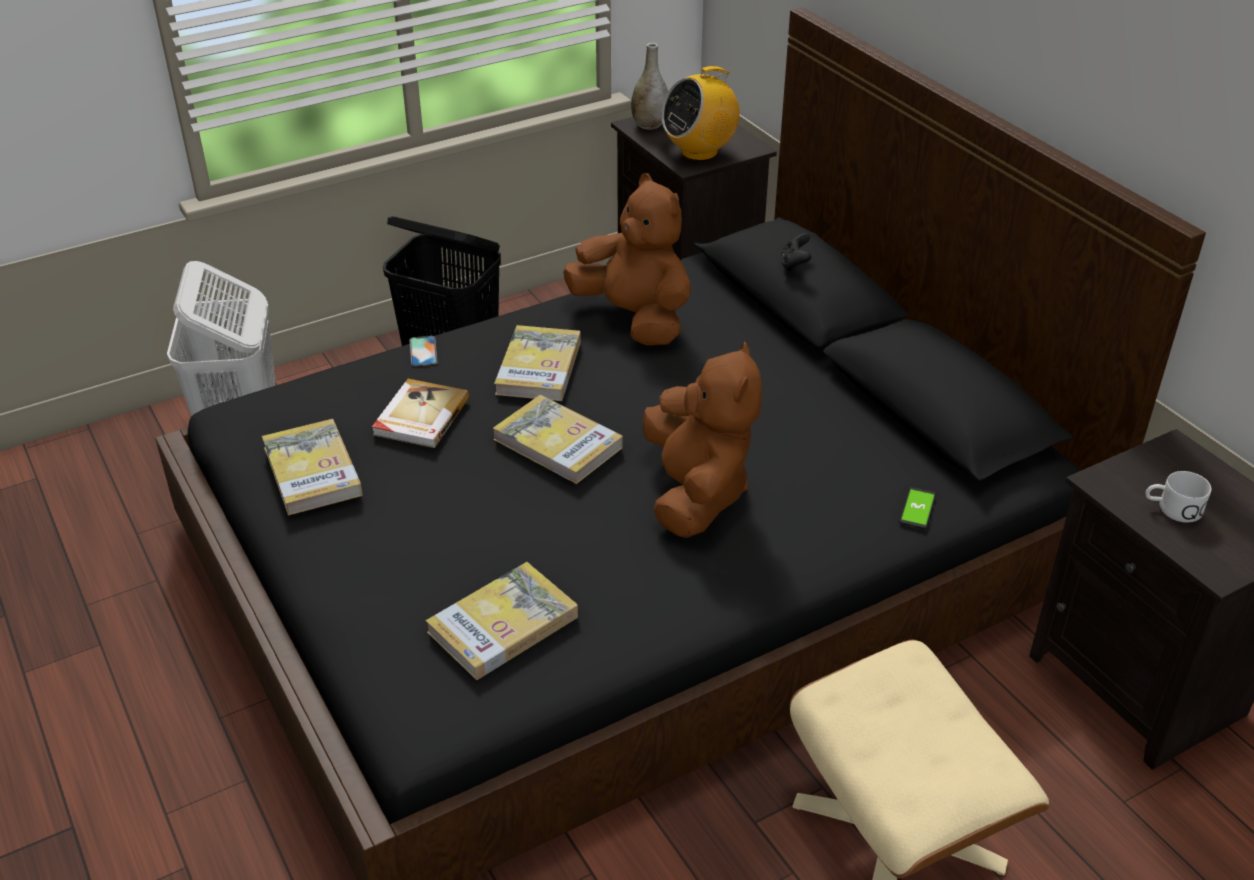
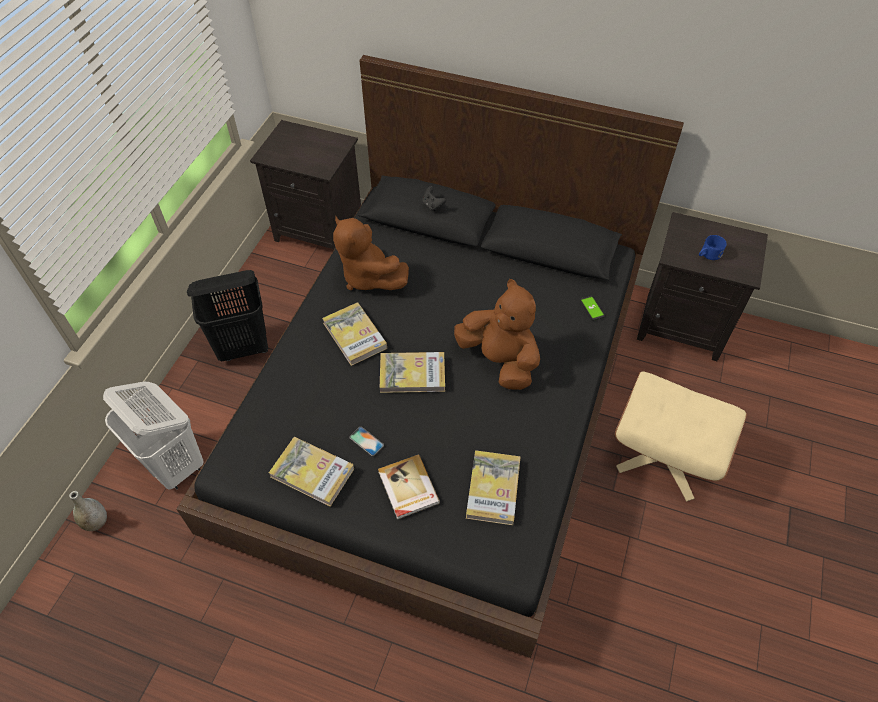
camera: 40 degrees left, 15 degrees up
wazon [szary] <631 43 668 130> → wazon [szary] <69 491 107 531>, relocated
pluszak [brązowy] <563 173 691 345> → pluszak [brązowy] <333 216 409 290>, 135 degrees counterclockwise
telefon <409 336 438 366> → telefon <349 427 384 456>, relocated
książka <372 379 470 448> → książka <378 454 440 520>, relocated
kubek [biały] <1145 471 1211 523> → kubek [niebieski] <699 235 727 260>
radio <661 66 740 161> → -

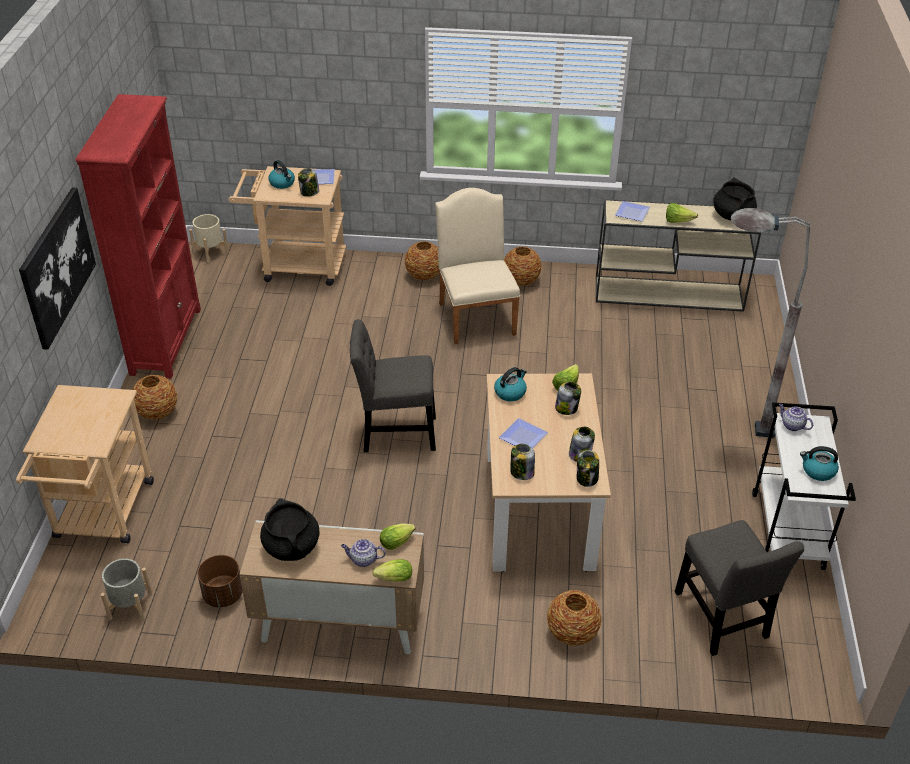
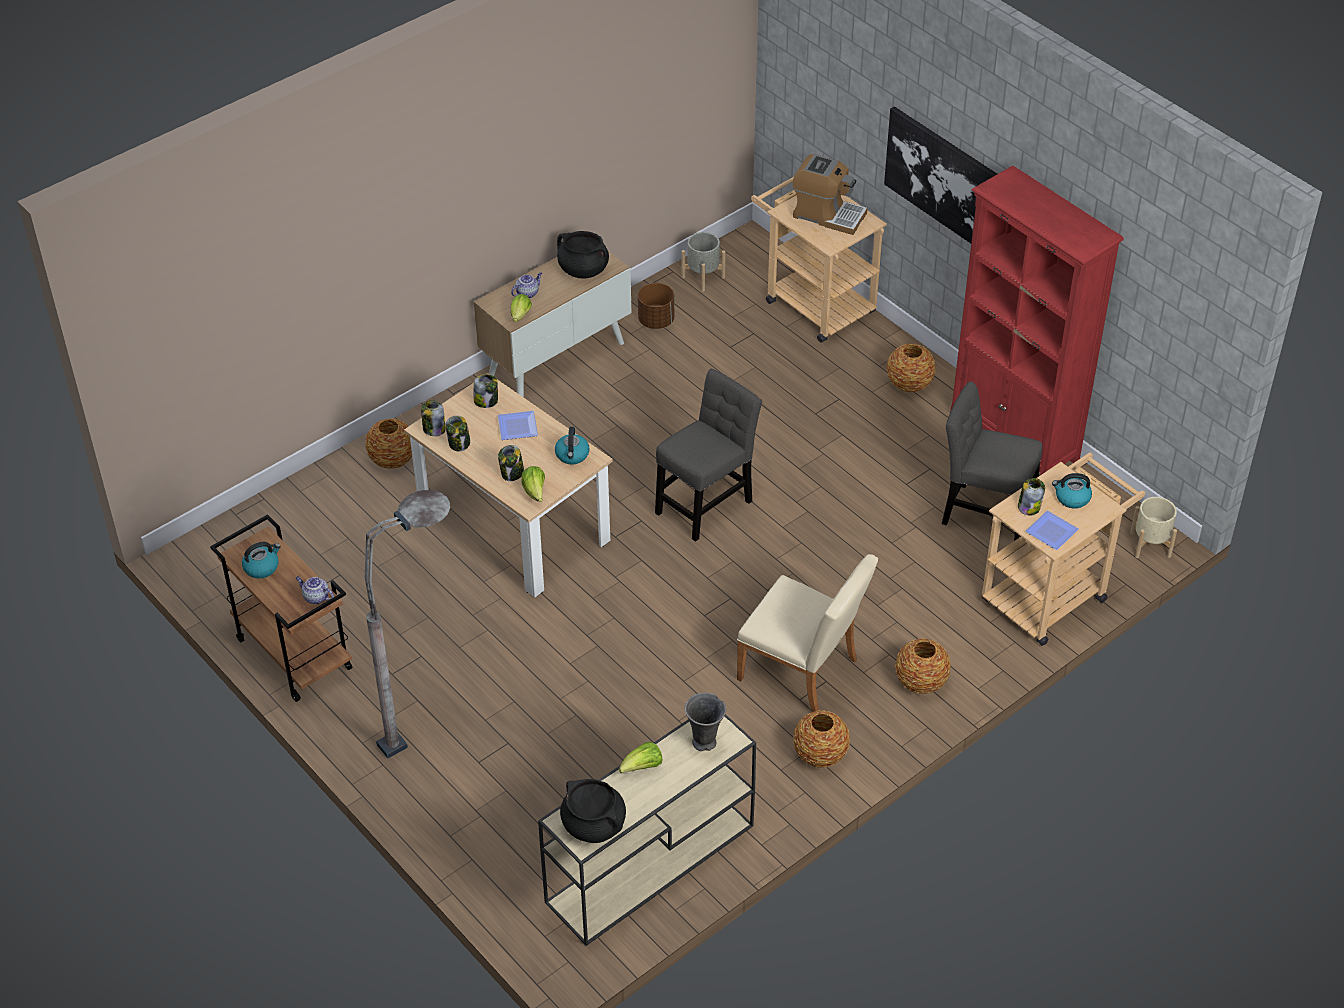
camera: 135 degrees right, 5 degrees up
wózek [biały] <752 402 856 570> → wózek [brązowy] <210 514 352 702>
imbryk <779 403 813 431> → imbryk <296 576 334 604>, 150 degrees counterclockwise
talerz <615 201 650 221> → wazon [szary] <685 693 726 751>
- → ekspres do kawy <793 154 868 235>
krzesło [szary] <675 520 804 656> → krzesło [szary] <942 382 1043 541>, relocated
sałata <373 559 412 582> → -

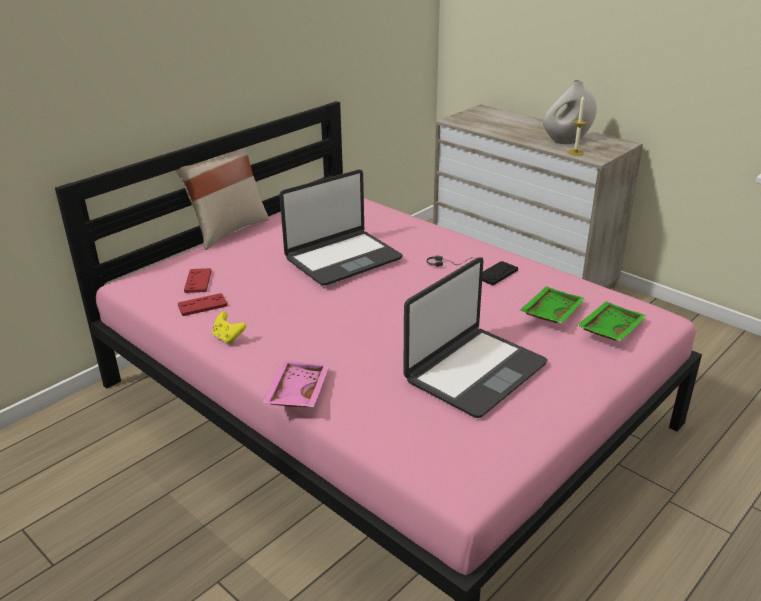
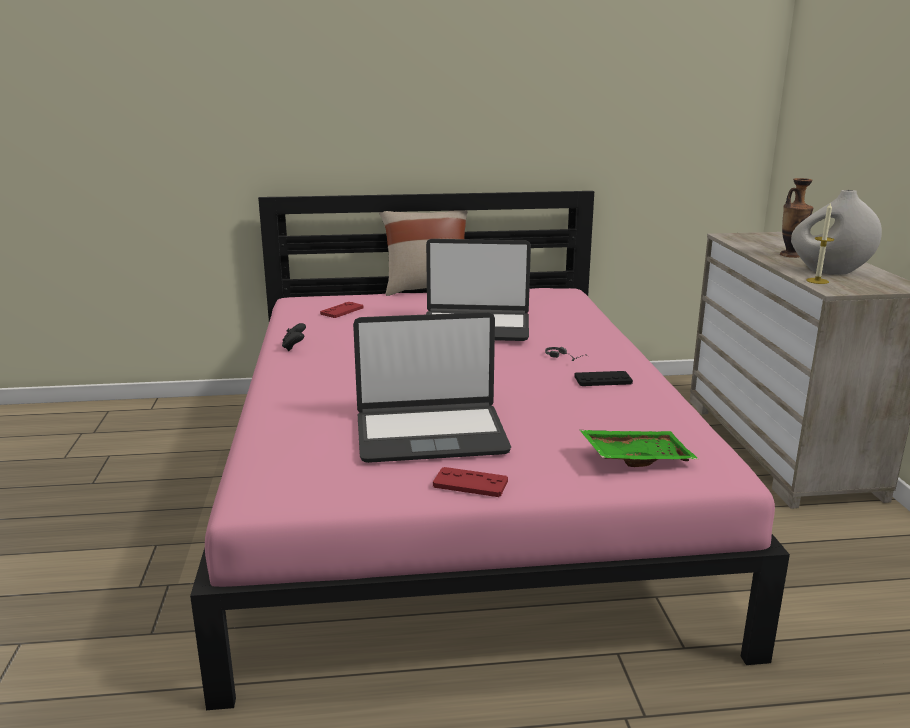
camera: 40 degrees right, 10 degrees down
pad do gier [żółty] <212 312 246 344> → pad do gier [czarny] <282 323 306 351>
pad do gier [czerwony] <178 293 228 316> → pad do gier [czerwony] <433 467 508 497>, relocated
- → wazon <780 178 814 258>
taca [różowy] <262 360 330 407> → -
taca [zielony] <520 286 586 323> → -

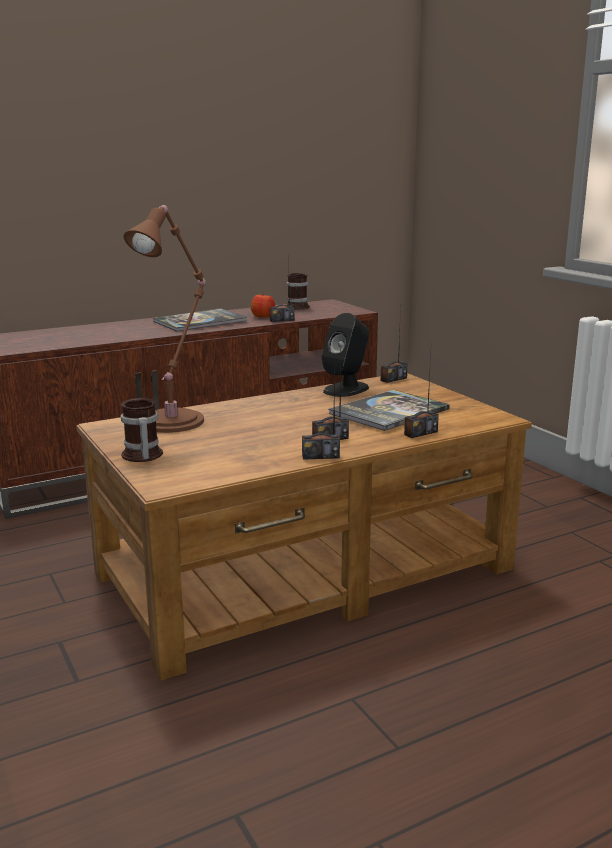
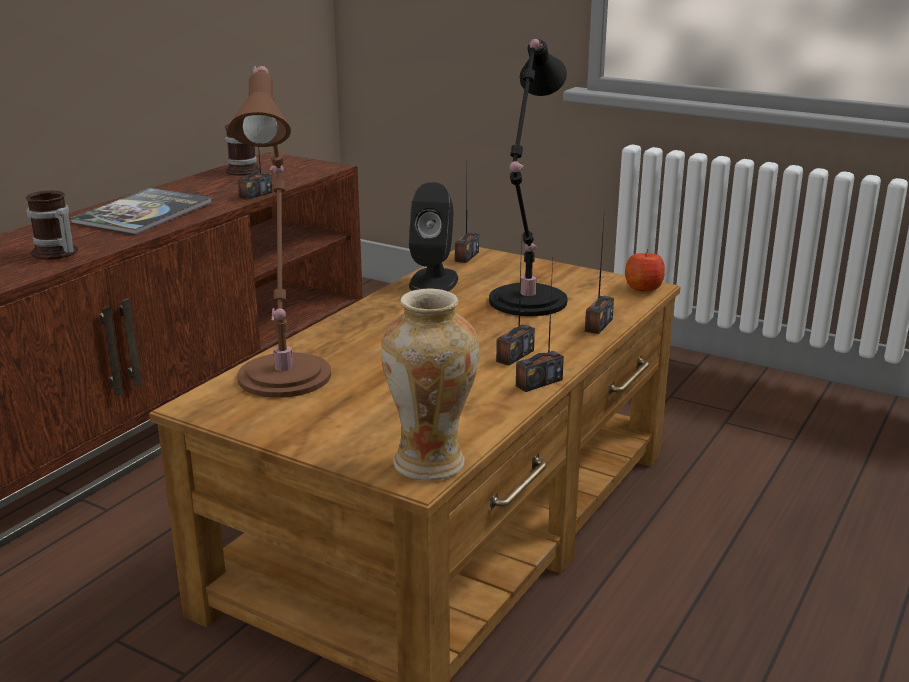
camera: 30 degrees left, 5 degrees up
kubek <121 398 163 462> → kubek <26 190 78 260>, relocated
- → wazon <381 288 479 480>
książka <329 390 450 431> → lampa stołowa [czarny] <489 39 568 316>
jabłko <251 292 275 317> → jabłko <625 249 665 292>, relocated

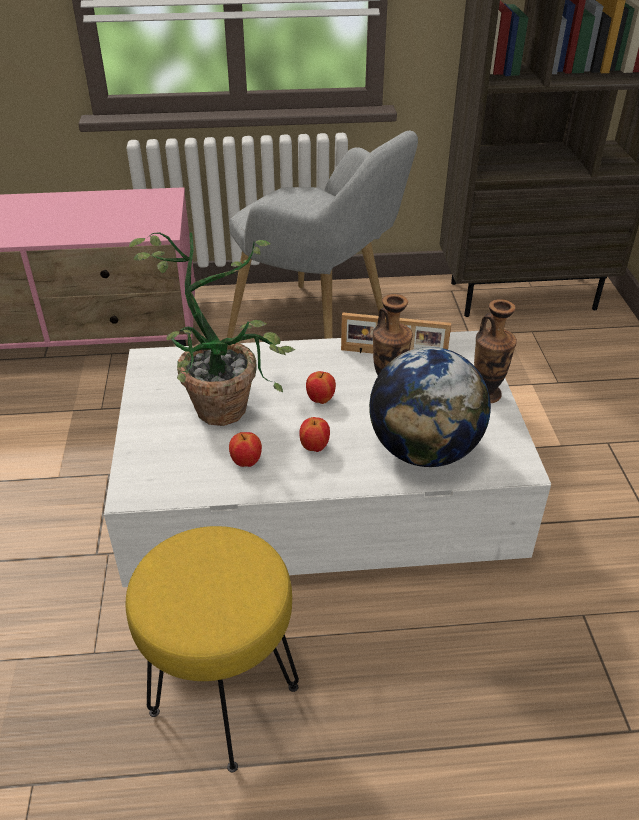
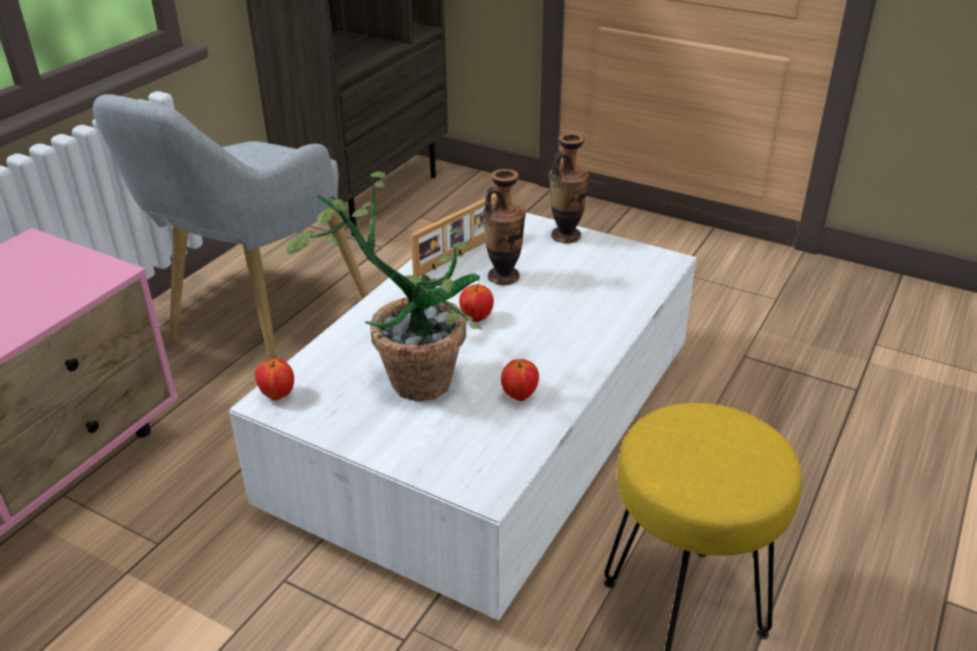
camera: 55 degrees left, 5 degrees down
fotel [szary] <227 131 418 339> → fotel [szary] <93 94 368 360>, 135 degrees clockwise
jabłko <299 417 330 452> → jabłko <255 359 294 400>, relocated
globus <369 347 491 467> → -

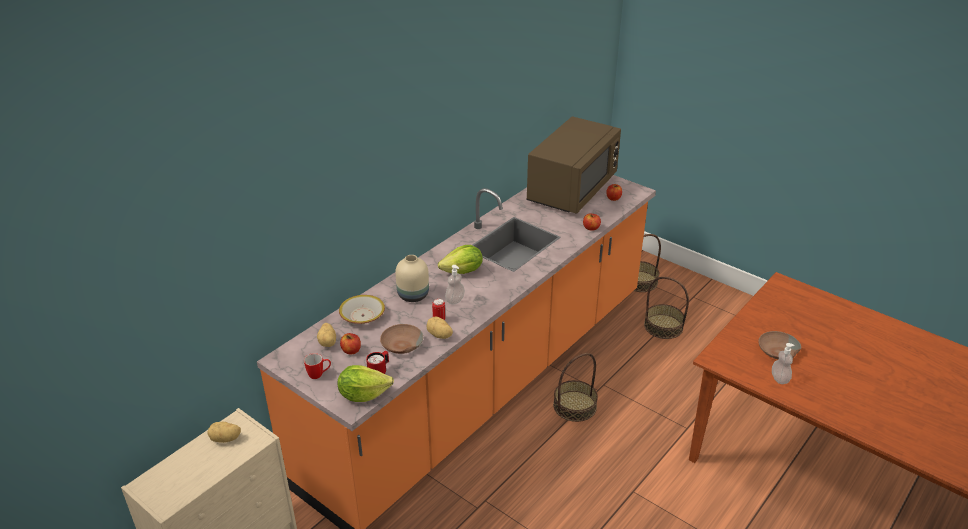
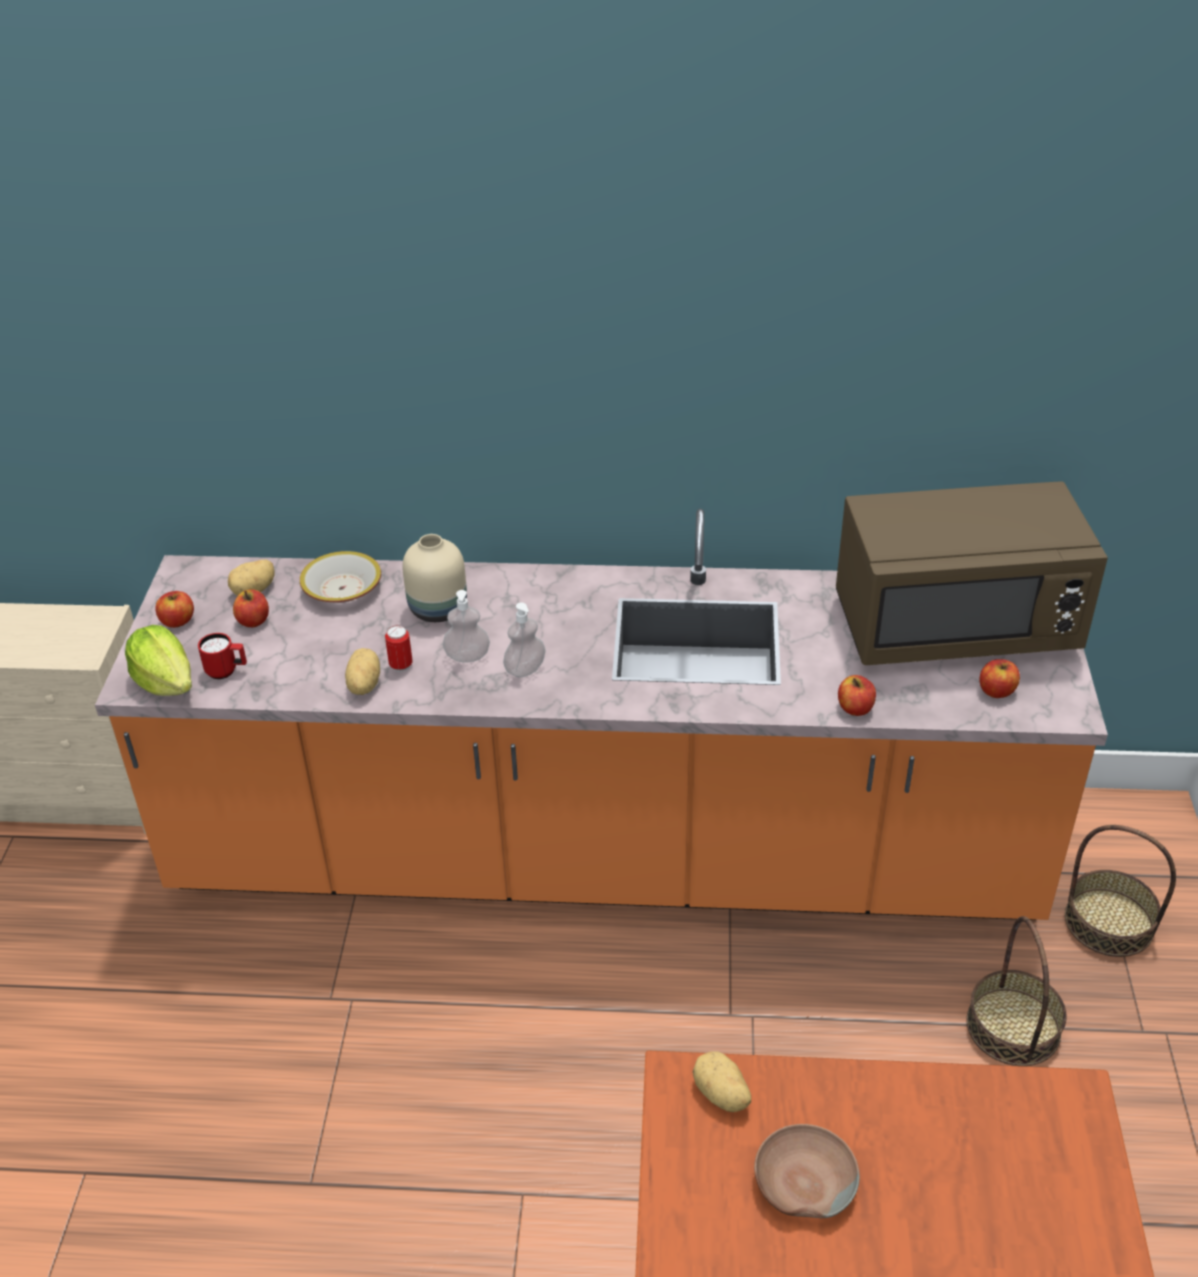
camera: 55 degrees right, 5 degrees up
kubek <304 353 331 379> → jabłko <155 591 194 628>
dozownik mydła <772 343 795 384> → dozownik mydła <503 602 545 677>, relocated
ziemniak <208 422 241 443> → ziemniak <693 1051 751 1112>, relocated
miska [brązowy] <380 324 423 354> → -
sałata <438 245 483 274> → -
koszyk <553 353 598 422> → -

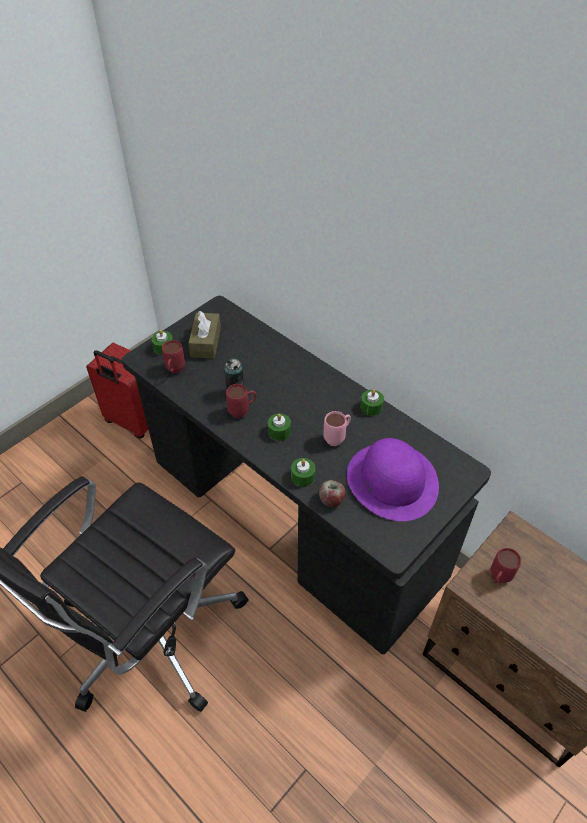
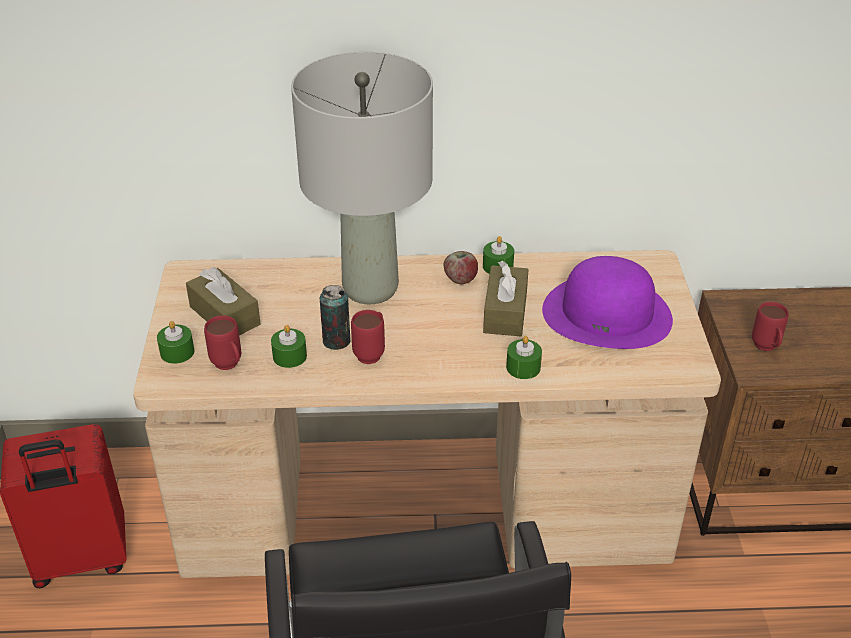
camera: 45 degrees left, 10 degrees down
biurko [czarny] <122 296 491 654> → biurko [beżowy] <133 250 721 578>
świeca [zielony] <268 414 291 441> → świeca [zielony] <271 325 307 368>, relocated
- → lampa stołowa [szary] <291 52 433 304>
jabłko <319 480 346 507> → jabłko <444 251 478 284>, relocated
kubek [różowy] <323 411 351 446> → pudełko chusteczek [brązowy] <483 261 529 336>

